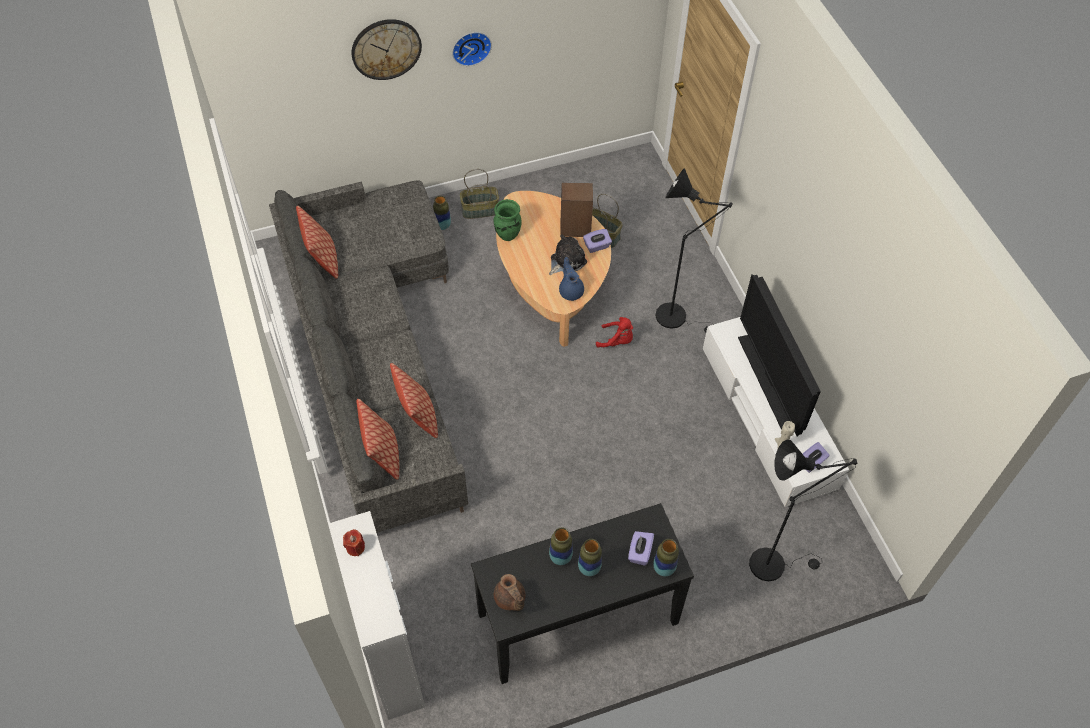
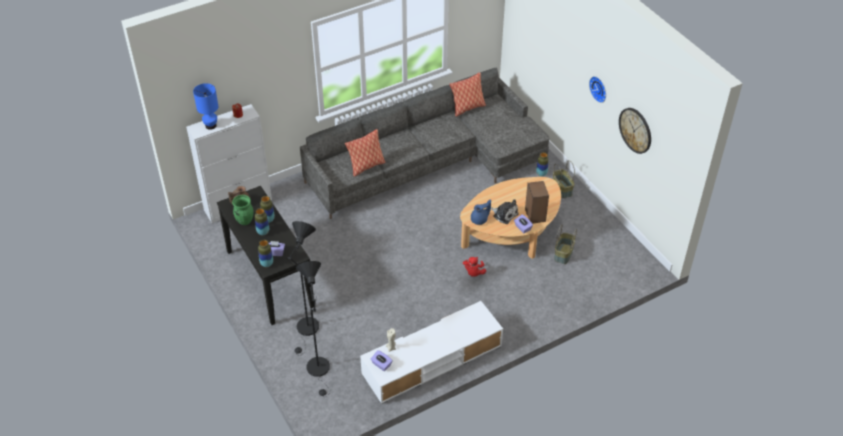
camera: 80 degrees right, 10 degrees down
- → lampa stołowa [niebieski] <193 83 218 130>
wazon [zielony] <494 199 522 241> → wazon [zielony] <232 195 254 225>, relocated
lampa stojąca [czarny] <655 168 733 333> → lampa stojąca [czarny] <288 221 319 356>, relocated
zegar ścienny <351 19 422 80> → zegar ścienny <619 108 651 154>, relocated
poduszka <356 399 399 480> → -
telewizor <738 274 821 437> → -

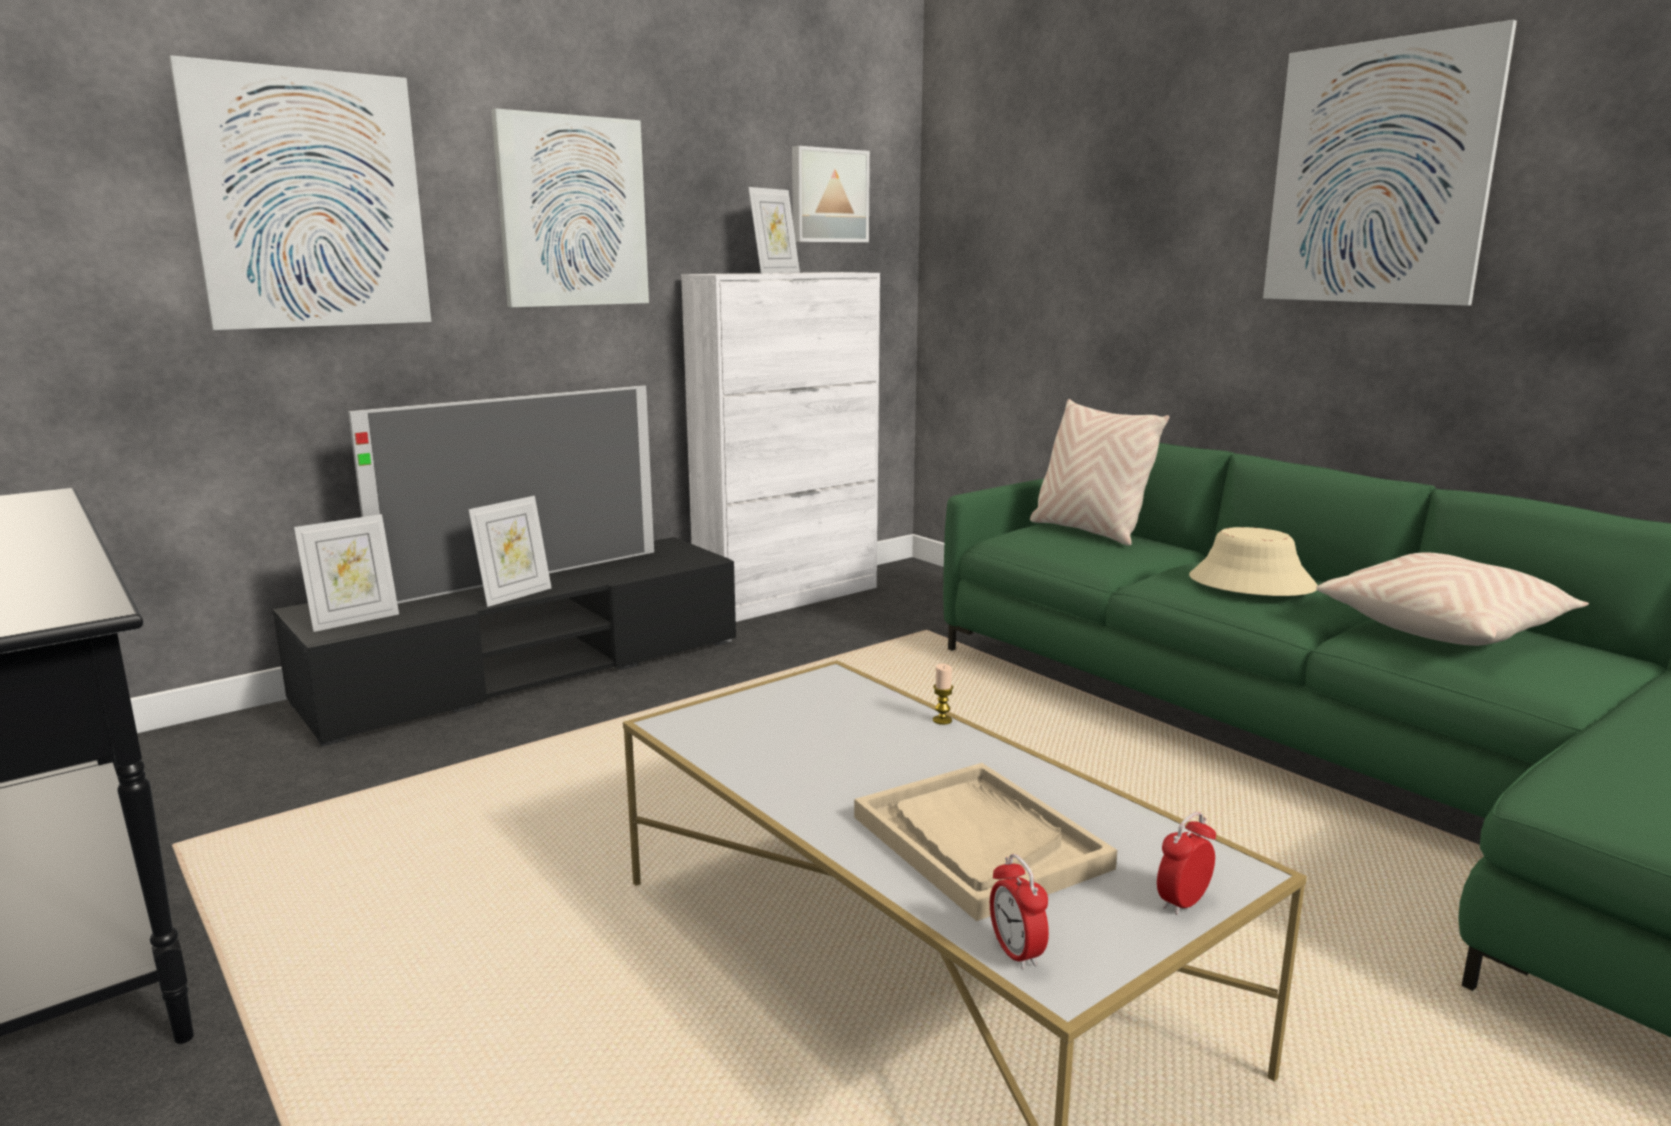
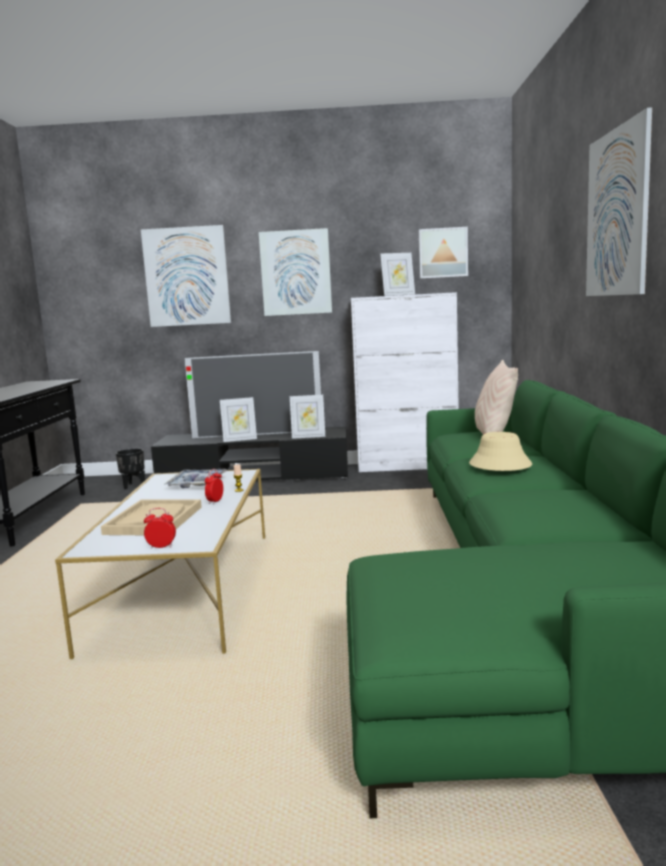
camera: 40 degrees right, 5 degrees down
- → donica [czarny] <116 448 145 489>
- → taca <164 469 228 488>
budzik <990 854 1049 970> → budzik <205 469 223 504>, relocated
ramka na zdjęcie <294 514 399 632> → ramka na zdjęcie <290 395 325 439>, relocated
poduszka [beżowy] <1316 553 1589 646> → -

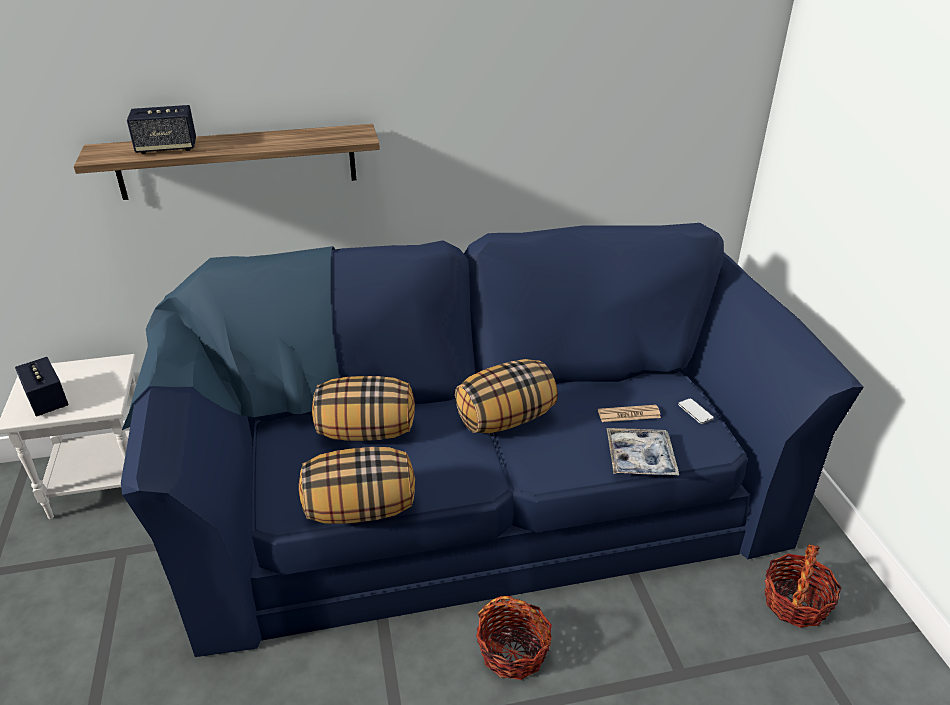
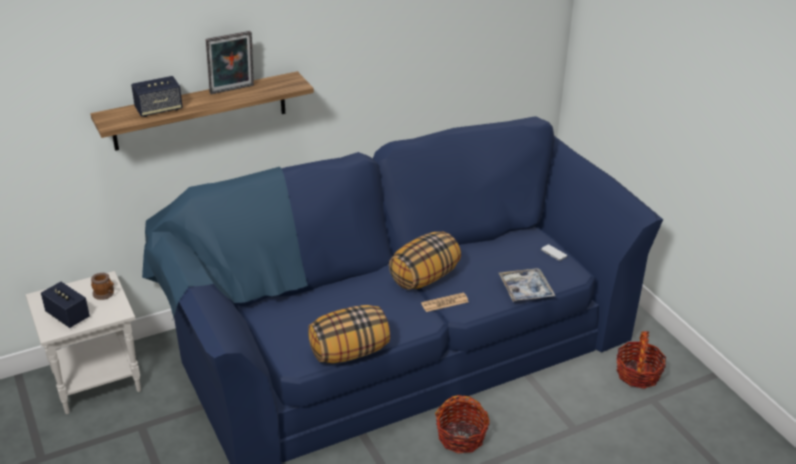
camera: 15 degrees left, 0 degrees up
- → kubek <91 273 114 300>
- → ramka na zdjęcie <206 31 254 94>
gazeta <598 405 661 422> → gazeta <421 293 469 312>, relocated
poduszka <312 376 415 441> → -

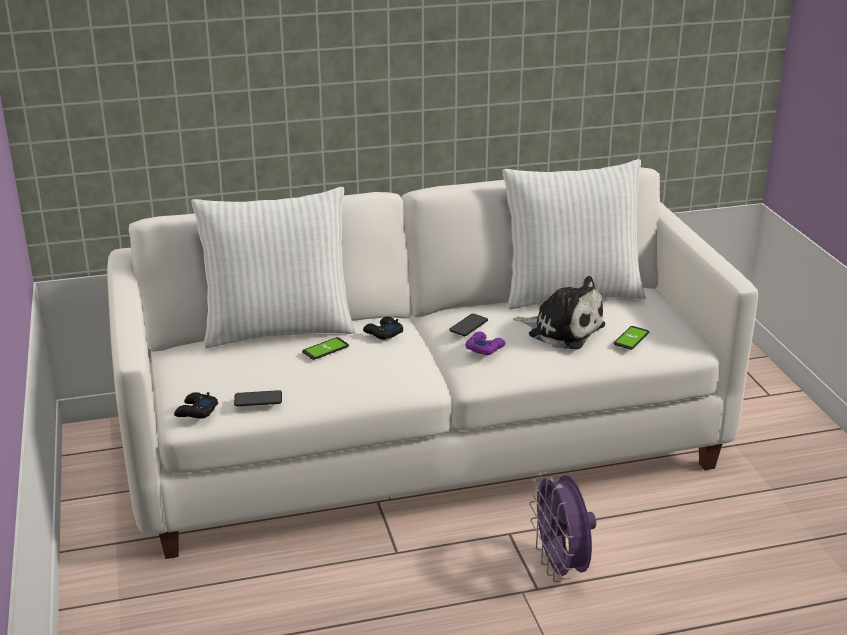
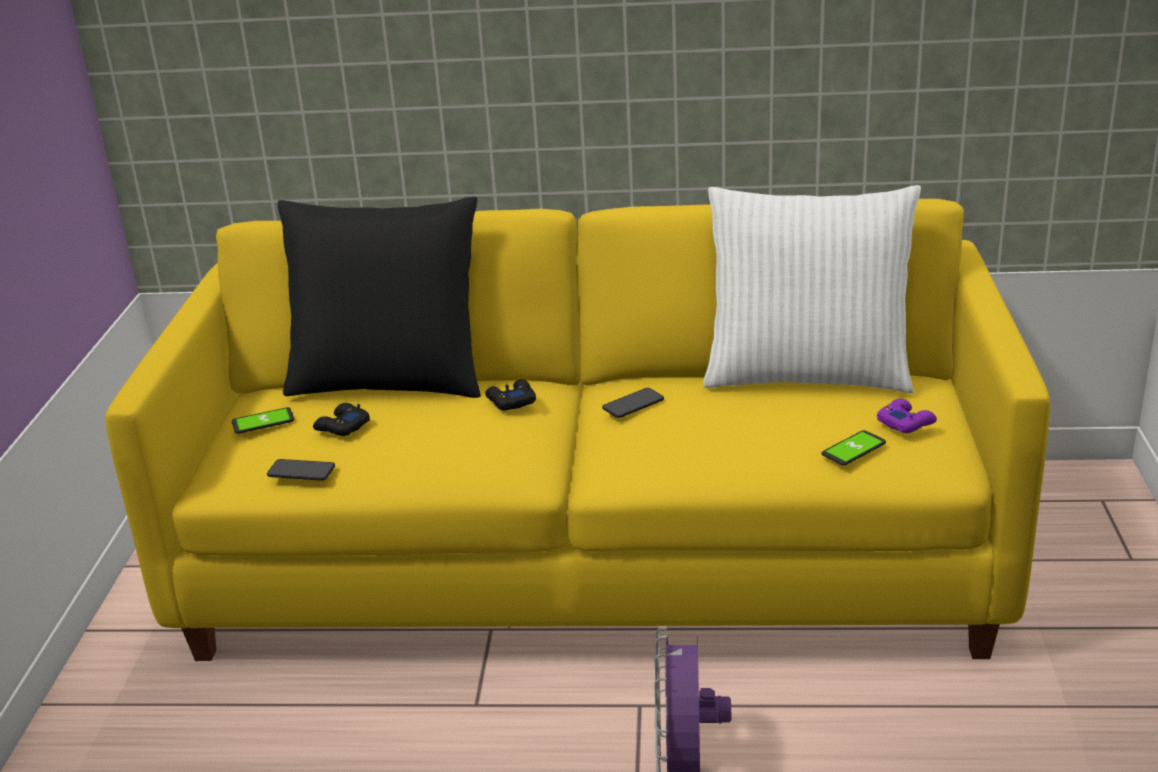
camera: 20 degrees right, 0 degrees up
kanapa [biały] <107 167 758 559> → kanapa [żółty] <105 199 1050 661>
telefon <302 337 349 360> → telefon <232 407 294 434>, relocated
poduszka [biały] <191 187 356 348> → poduszka [czarny] <278 196 481 398>
pad do gier [czarny] <174 392 218 419> → pad do gier [czarny] <313 403 370 436>, relocated
pad do gier [fioletowy] <466 332 505 355> → pad do gier [fioletowy] <877 399 937 433>, relocated
pluszak <513 276 605 350> → -

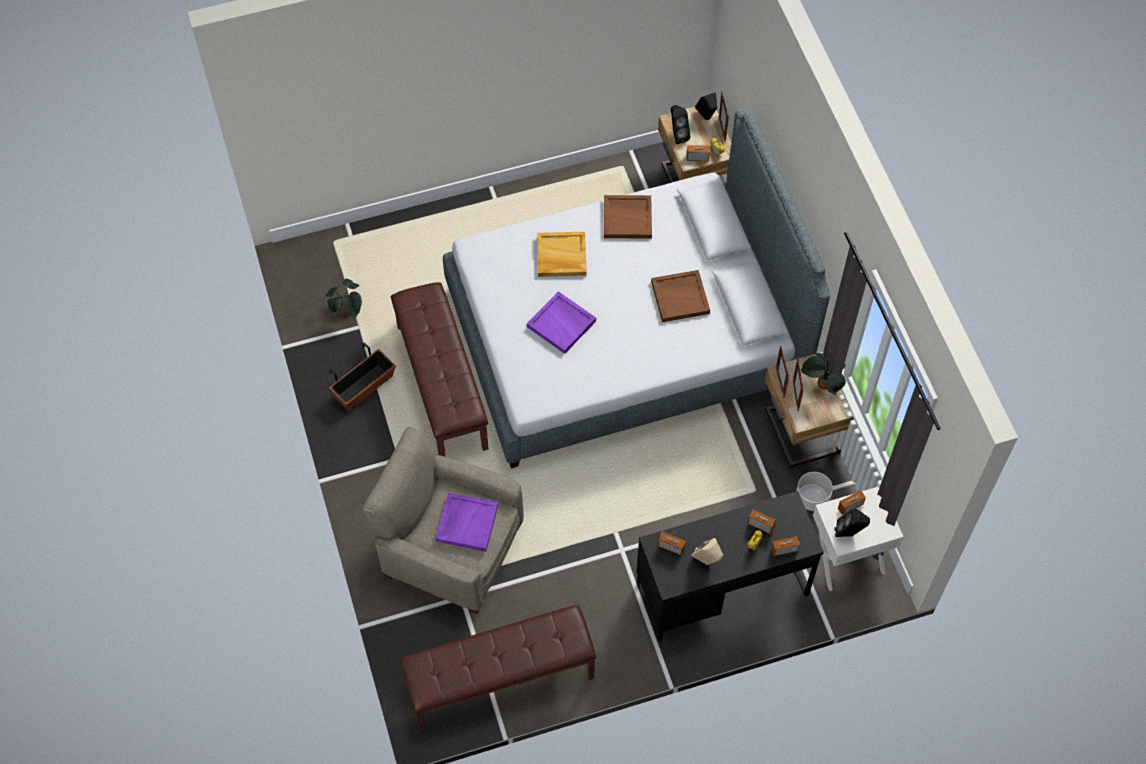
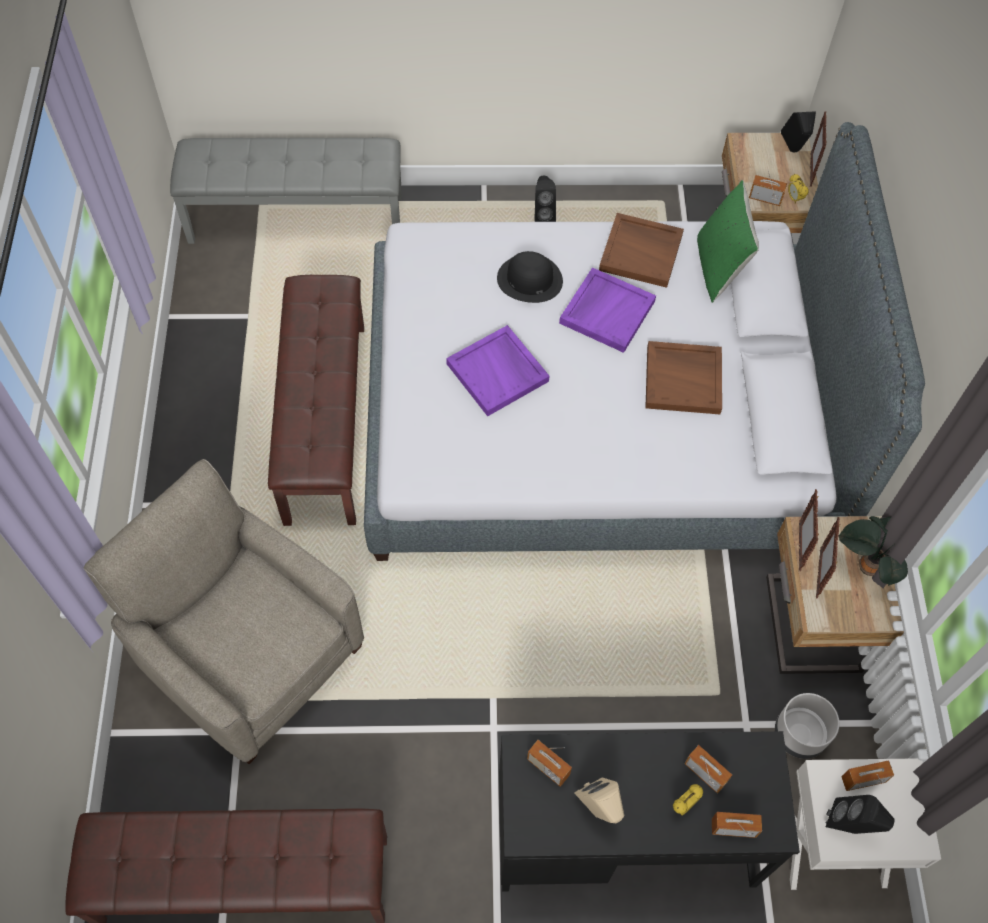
camera: 15 degrees right, 0 degrees up
- → ławka [szary] <170 138 402 244>
taca [beżowy] <537 232 587 277> → kapelusz [czarny] <497 251 563 303>
głośnik [czarny] <671 105 690 144> → głośnik [czarny] <534 175 556 222>, relocated
taca [fioletowy] <435 493 498 552> → taca [fioletowy] <559 267 656 353>, relocated
- → poduszka [zielony] <697 180 759 303>
roślina doniczkowa <325 279 362 319> → -
donica <329 342 396 411> → -

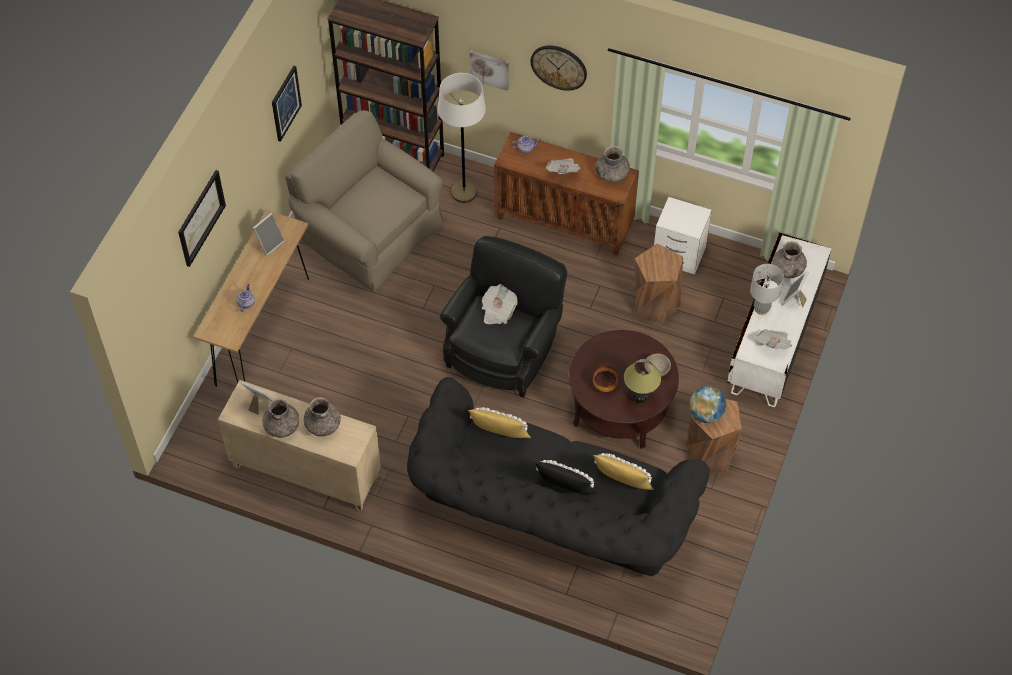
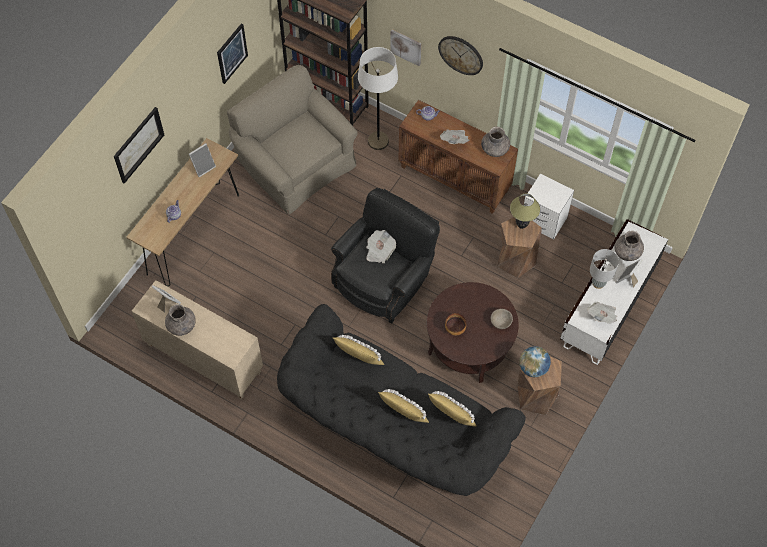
camera: 10 degrees right, 5 degrees up
poduszka [czarny] <535 460 597 495> → poduszka [żółty] <378 389 429 423>
lampa stołowa <624 359 661 403> → lampa stołowa <510 193 540 229>, relocated
wazon [szary] <304 397 341 436> → -

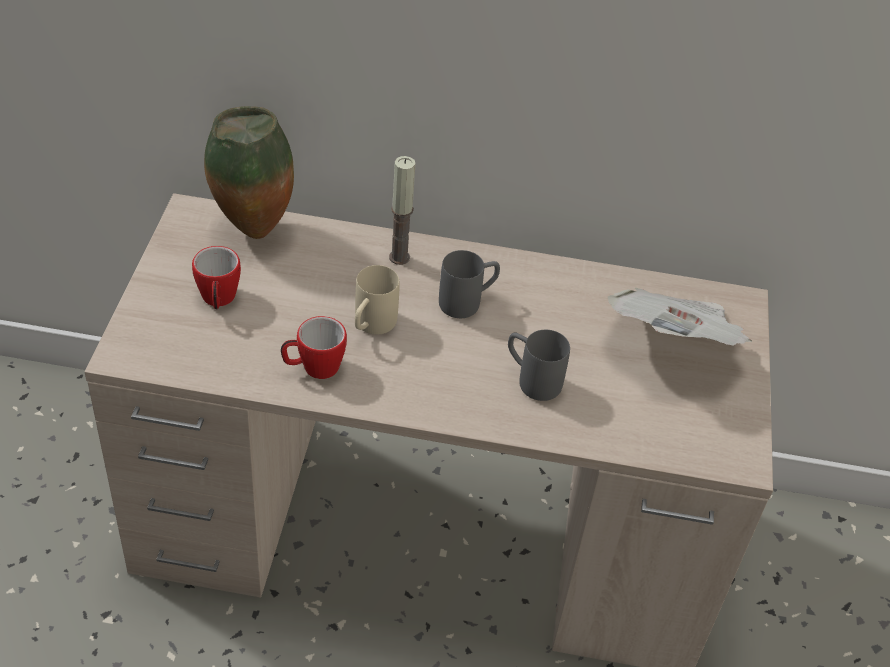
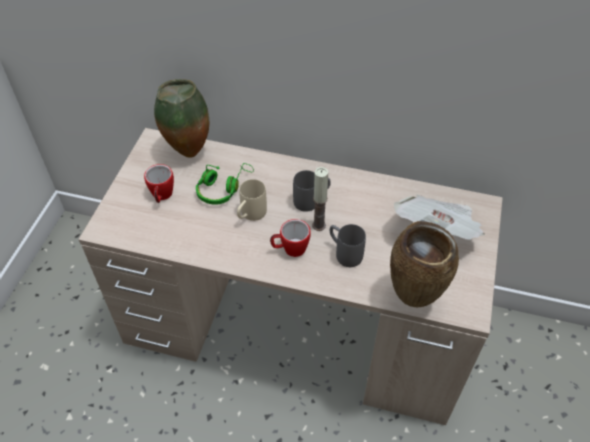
camera: 10 degrees right, 5 degrees up
- → słuchawki [zielony] <196 163 254 205>
kubek <281 316 347 379> → kubek <270 219 311 257>, relocated
świeca <389 156 416 265> → świeca <312 167 328 231>, relocated
- → wazon [brązowy] <390 221 459 307>

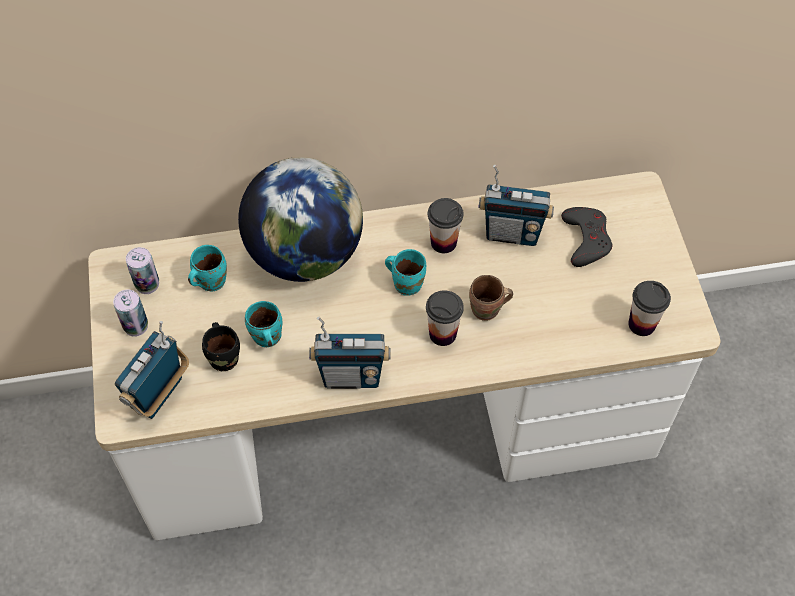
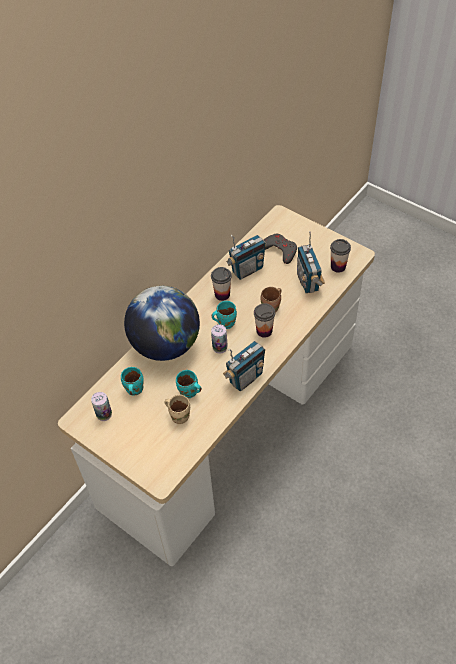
camera: 40 degrees left, 5 degrees down
kubek [czarny] <202 322 240 371> → kubek [beżowy] <165 395 190 424>
puszka <113 290 148 337> → puszka <211 324 228 354>, relocated
radio <115 321 189 419> → radio <297 231 325 293>, relocated

